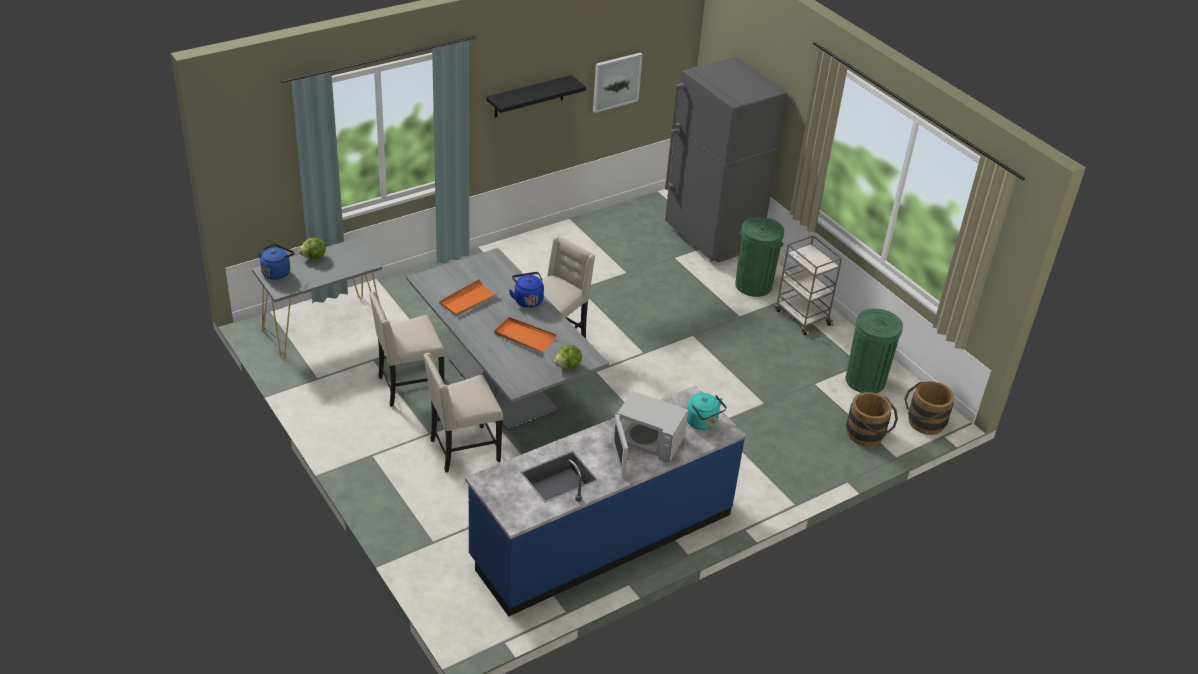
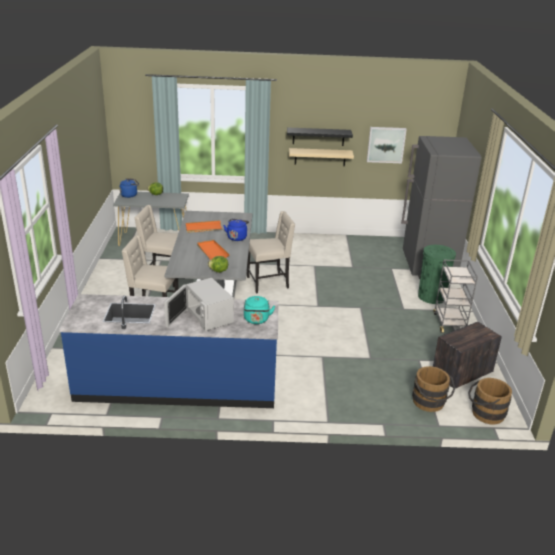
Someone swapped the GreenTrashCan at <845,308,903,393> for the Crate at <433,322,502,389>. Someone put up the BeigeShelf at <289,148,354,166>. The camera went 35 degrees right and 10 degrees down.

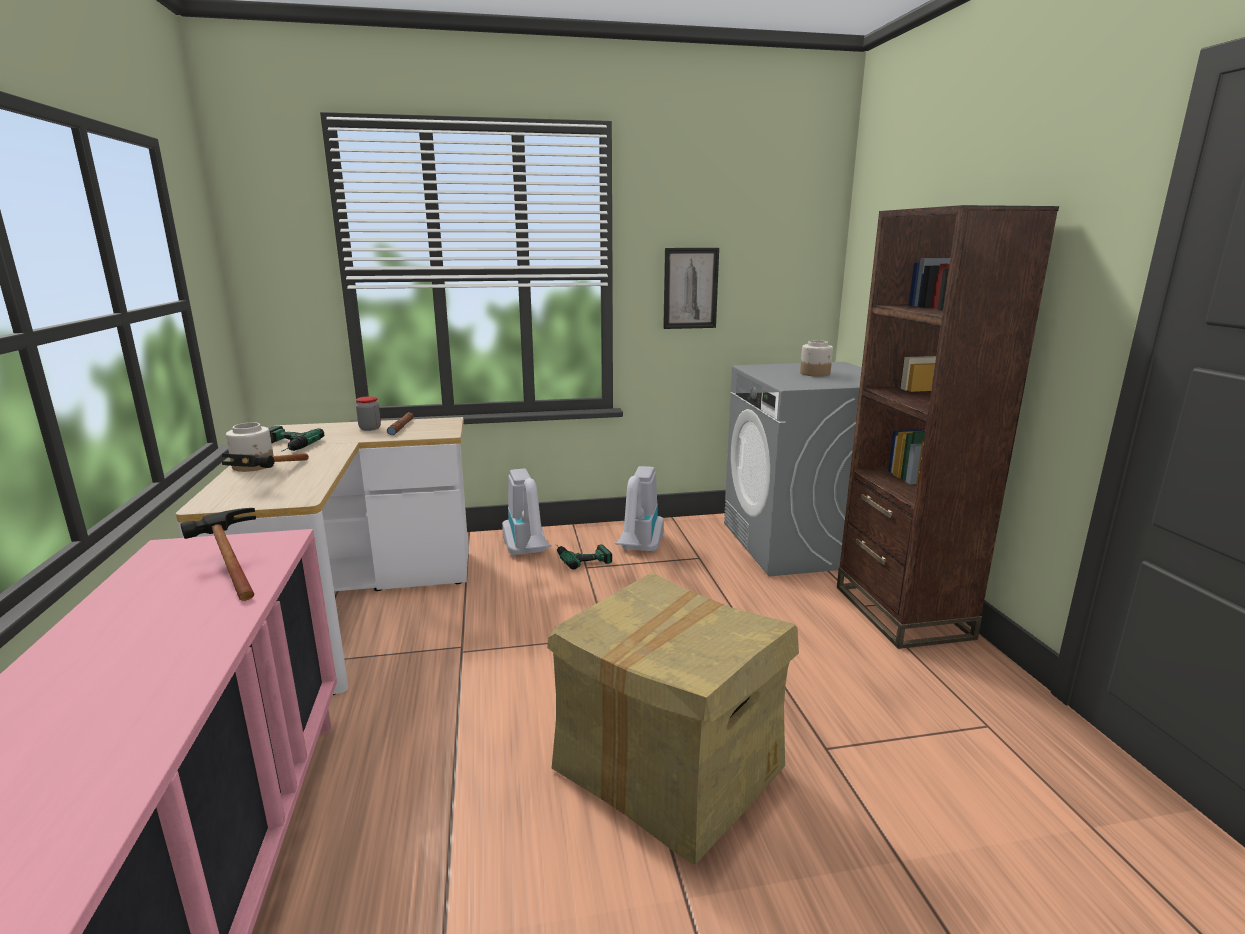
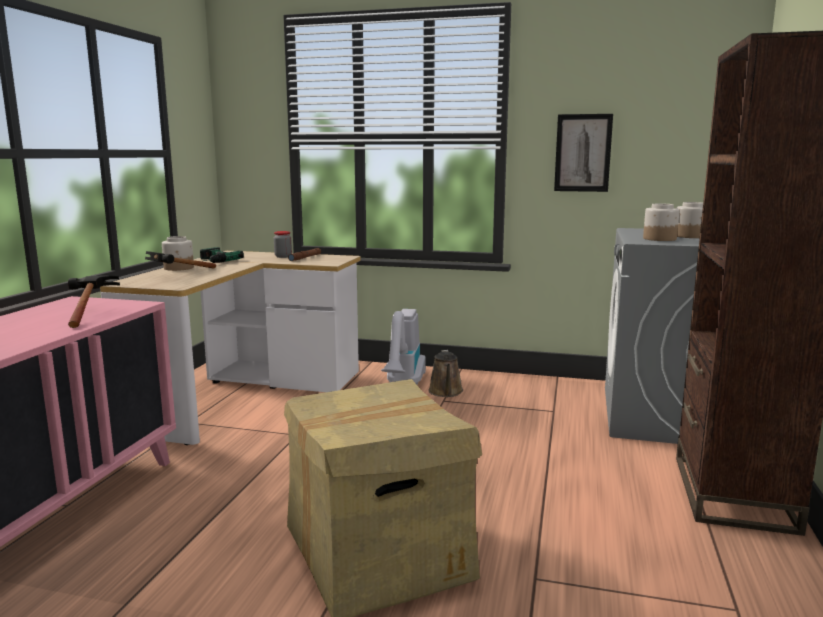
Someone swapped the PowerDrill at <556,545,612,570> for the BrownWateringCan at <428,350,463,397>. Someone took away the VacuumCleaner at <615,466,664,553>. Someone put down the Jar at <643,203,679,241>. The camera went 25 degrees right and 5 degrees down.

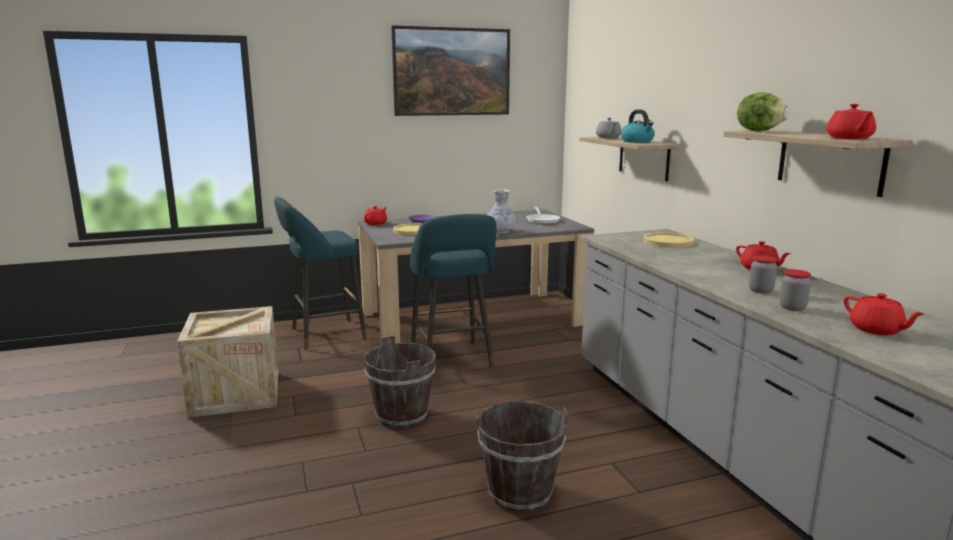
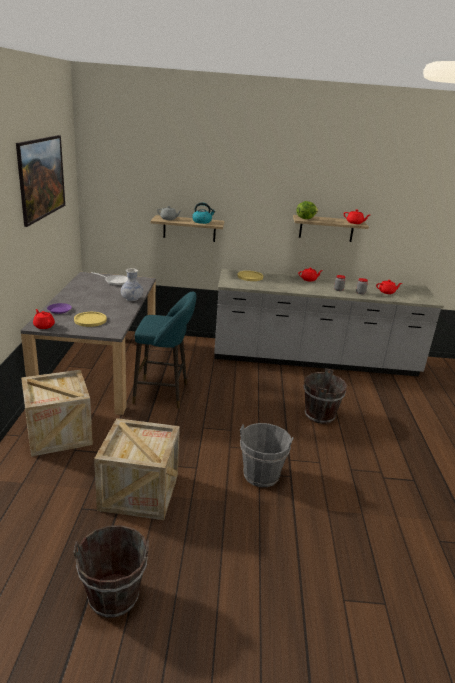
Someone swapped the TurquoiseStool at <274,197,367,350> for the Crate at <21,370,93,457>. Someone carried the BrownBucket from <364,335,436,428> to <73,525,149,618>. Someone put down the GreyBucket at <240,423,294,487>. The camera went 70 degrees left and 10 degrees up.

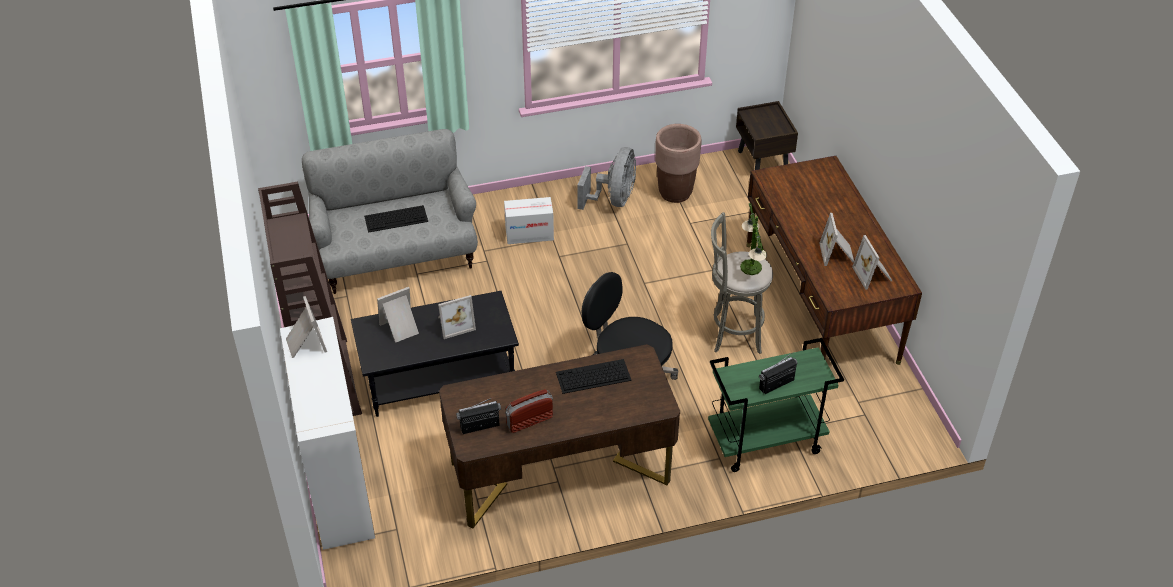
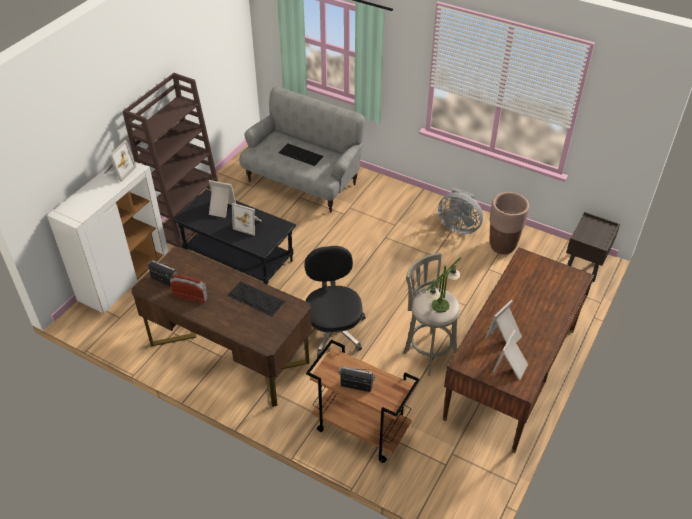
Someone took away the CardboardBox at <504,197,554,244>. Someone rotated the GreyFan at <577,147,636,210> by 60 degrees clockwise. Someone repainted the GreenCart at <708,338,844,472>, which became the BrownCart at <306,340,419,463>. The camera went 45 degrees right and 0 degrees up.

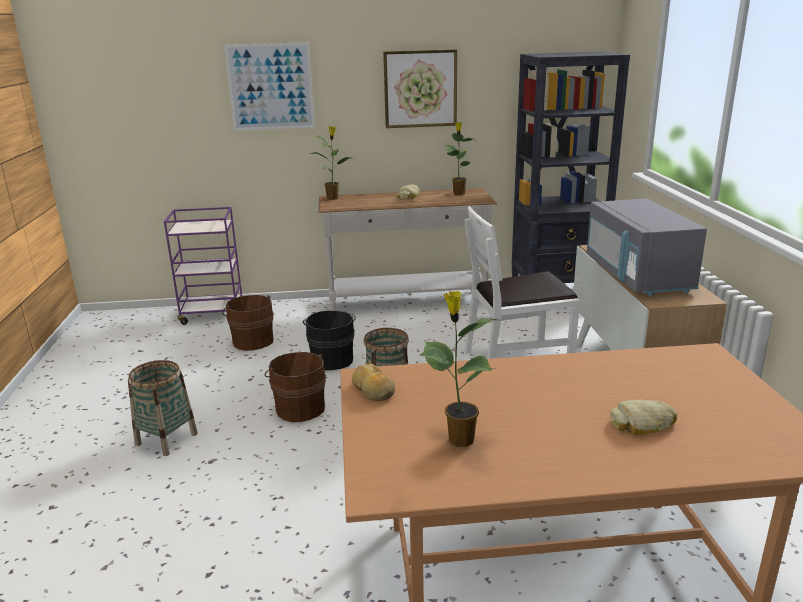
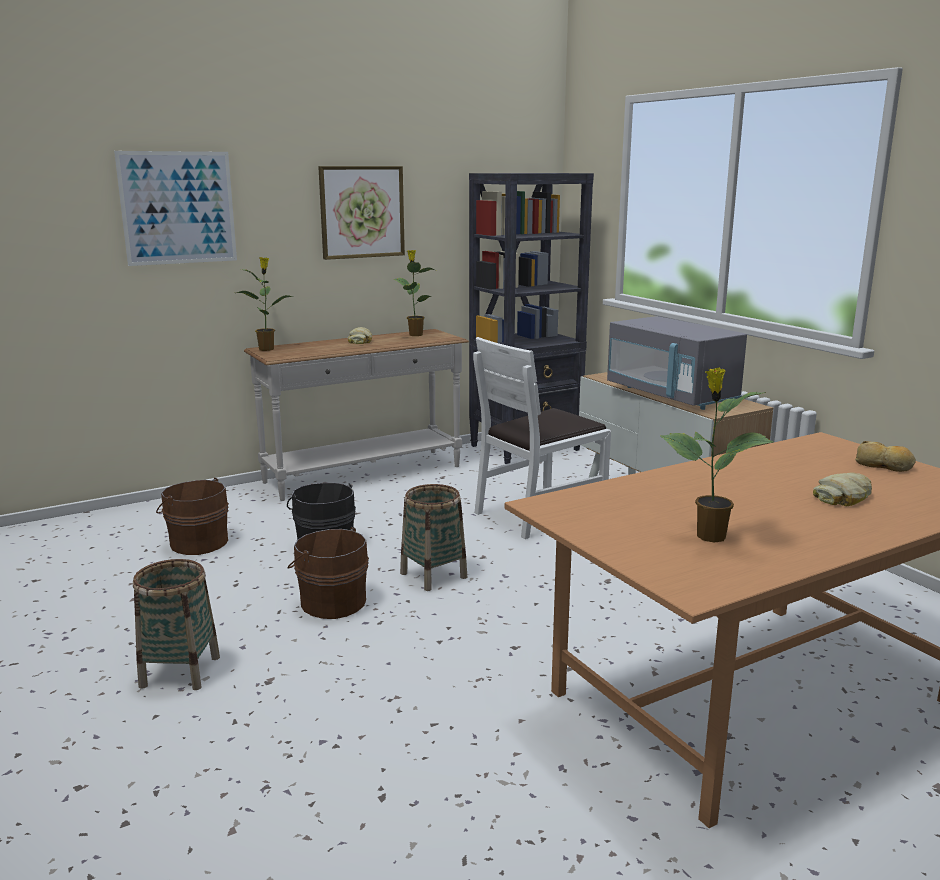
Someone took away the PurpleCart at <164,207,242,325>. Someone carried the Bread from <352,362,395,401> to <855,441,916,472>. The camera went 25 degrees left and 5 degrees down.

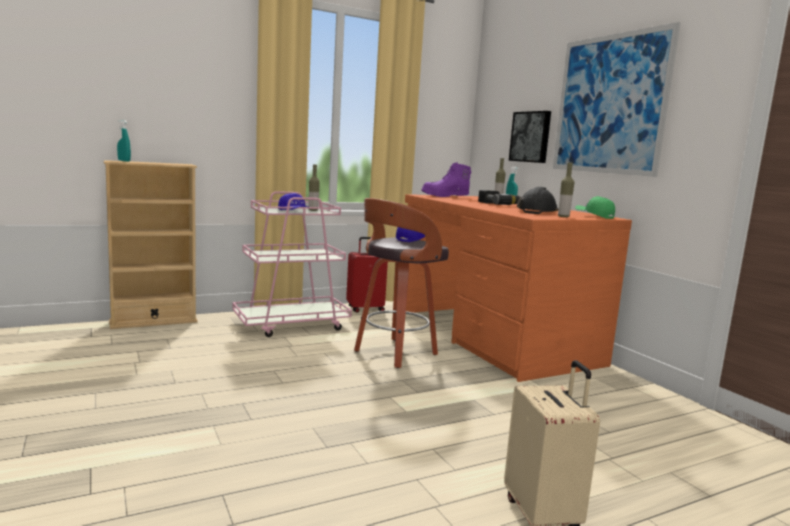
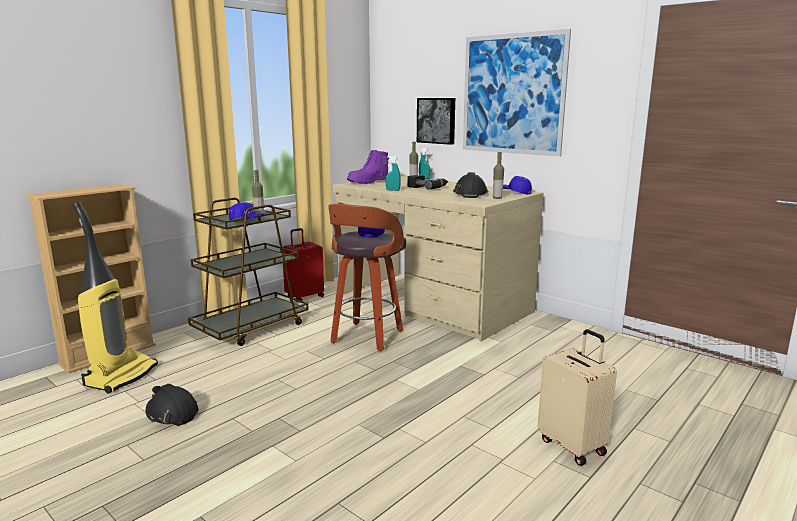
Someone carried the TurquoiseSprayBottle from <117,120,131,162> to <386,156,401,191>. Someone repainted the PinkCart at <232,191,352,337>, which became the BrownCart at <188,198,308,346>. Someone repainted the OrangeDesk at <405,194,632,382>, which became the BeigeDesk at <333,176,544,341>. Someone repainted the GreenCap at <575,196,615,219>, which became the BlueCap at <503,176,532,195>. Someone put down the VacuumCleaner at <73,202,158,394>. Someone put down the BlackHardHat at <146,384,199,426>. The camera went 20 degrees left and 5 degrees up.

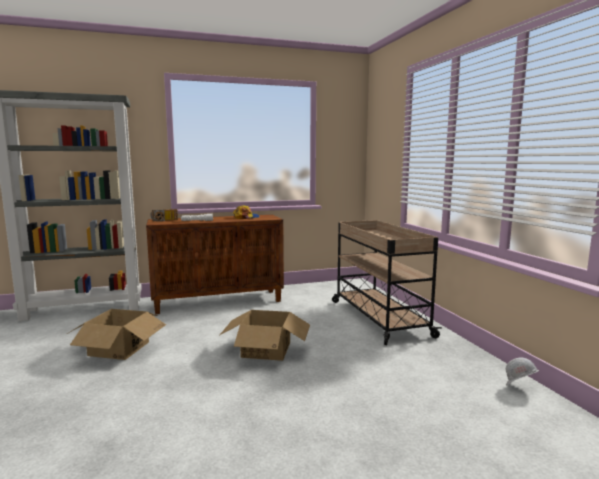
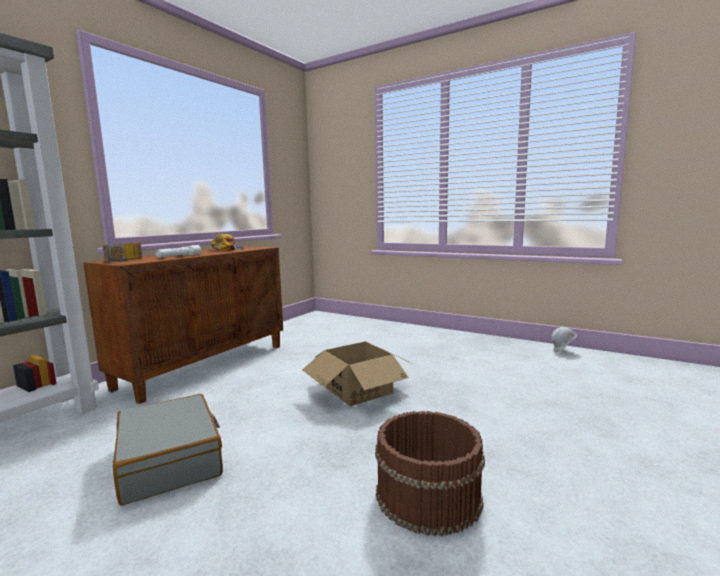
Someone swapped the CardboardBox at <67,309,166,360> for the GreySuitcase at <113,394,223,505>. Someone took away the BeigeCart at <332,220,442,345>. Someone put down the BrownBucket at <375,411,485,537>. The camera went 40 degrees left and 0 degrees up.

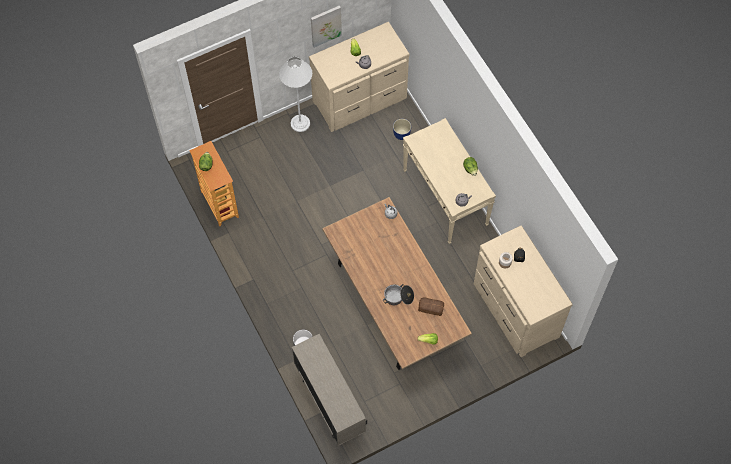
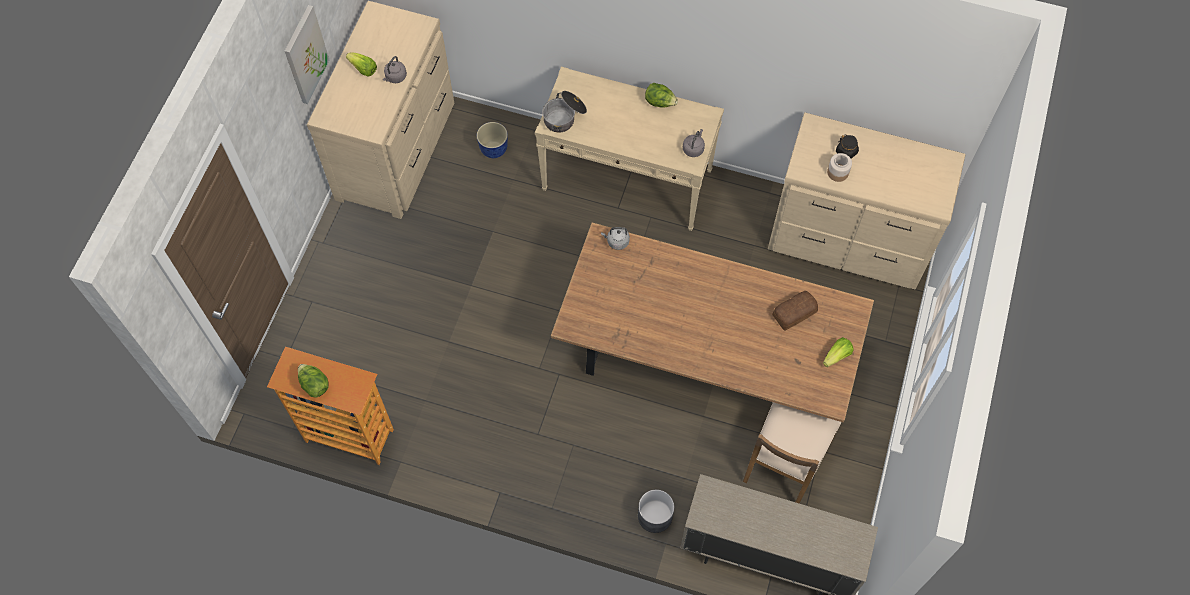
Someone took away the WhiteFloorLamp at <279,56,312,132>. Someone carried the CookingPot from <383,284,414,305> to <542,91,587,132>. Someone put down the BrownChair at <743,402,841,504>. The camera went 45 degrees left and 0 degrees up.

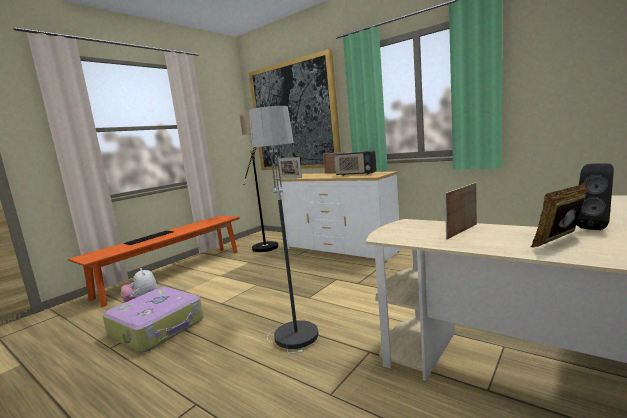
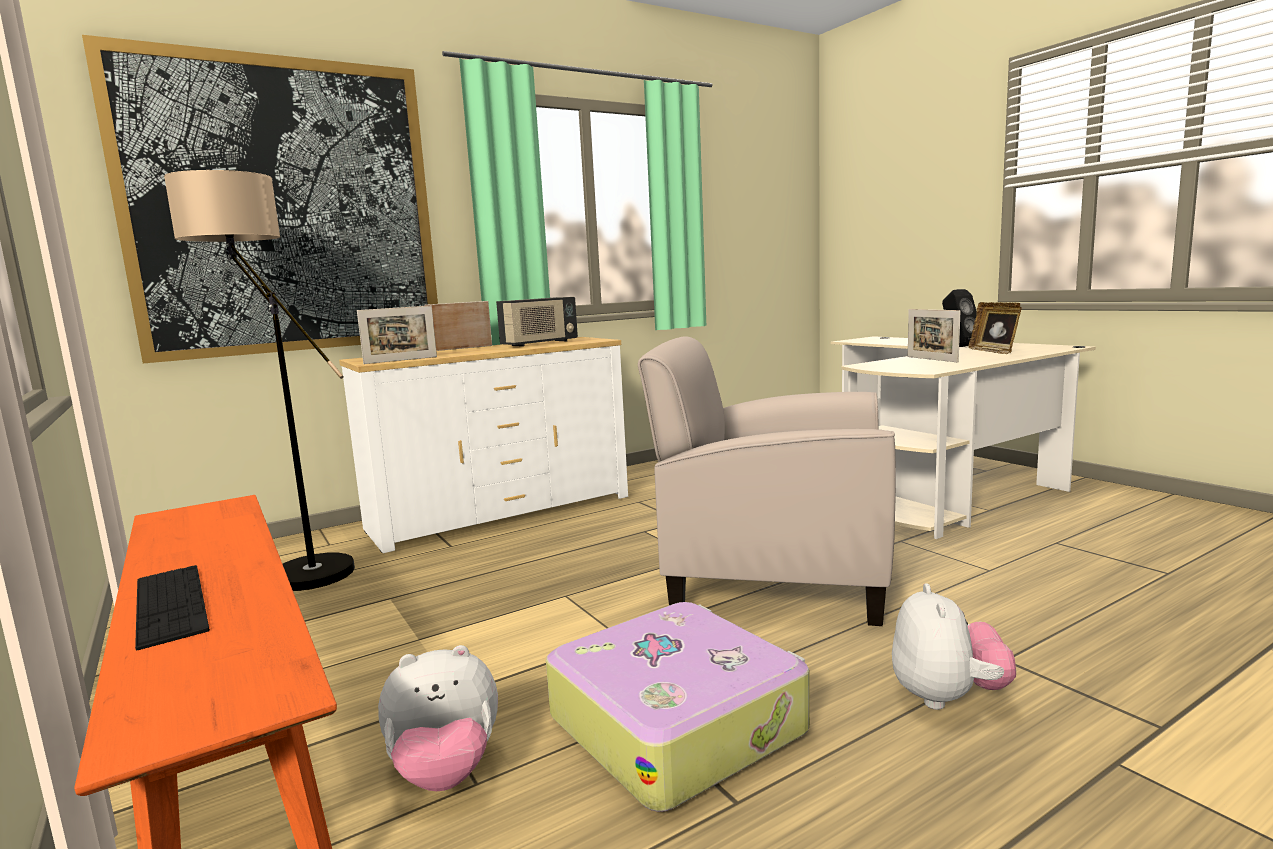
Someone swapped the FloorLamp at <249,106,319,353> for the BeigeArmchair at <638,336,896,626>. Someone put down the PlushToy at <892,583,1016,710>. The camera went 70 degrees left and 0 degrees up.

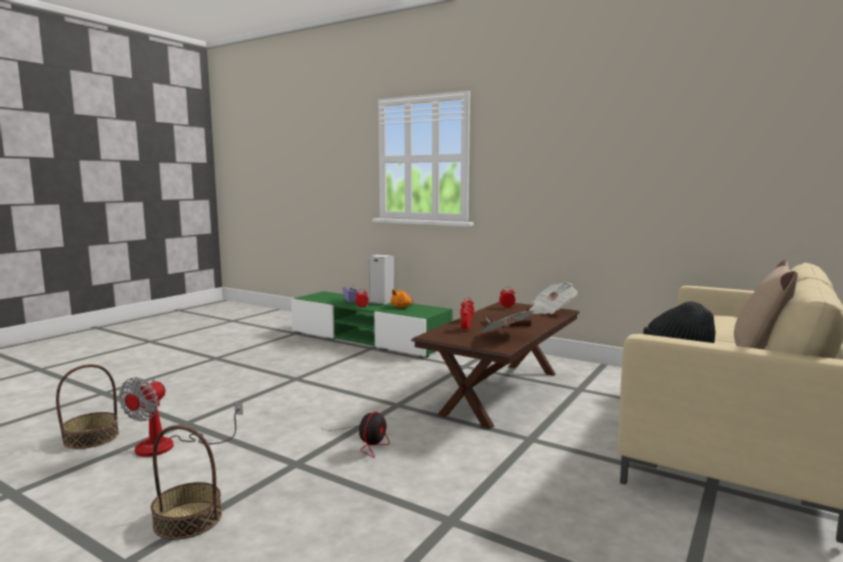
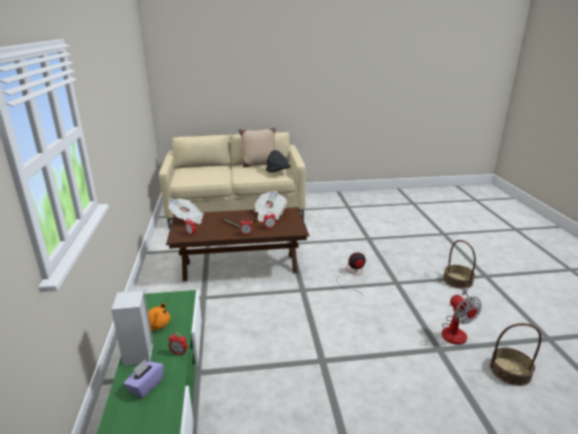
Someone rotated the Fan at <118,377,243,457> by 90 degrees clockwise. The camera went 130 degrees left and 15 degrees up.

